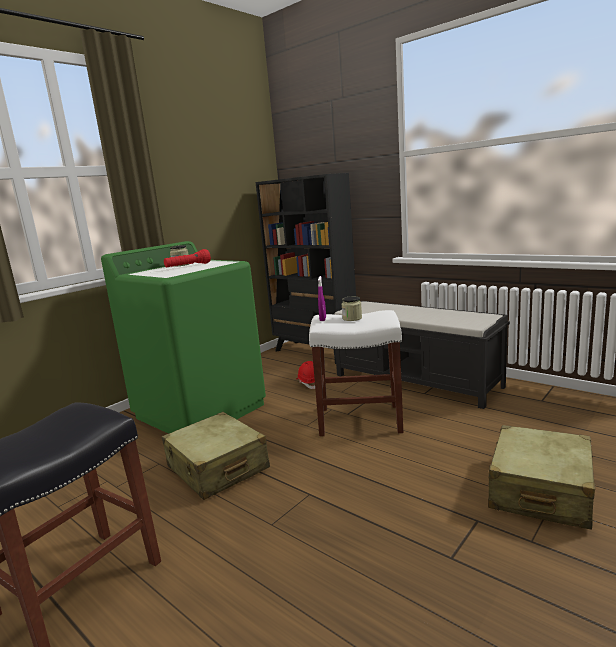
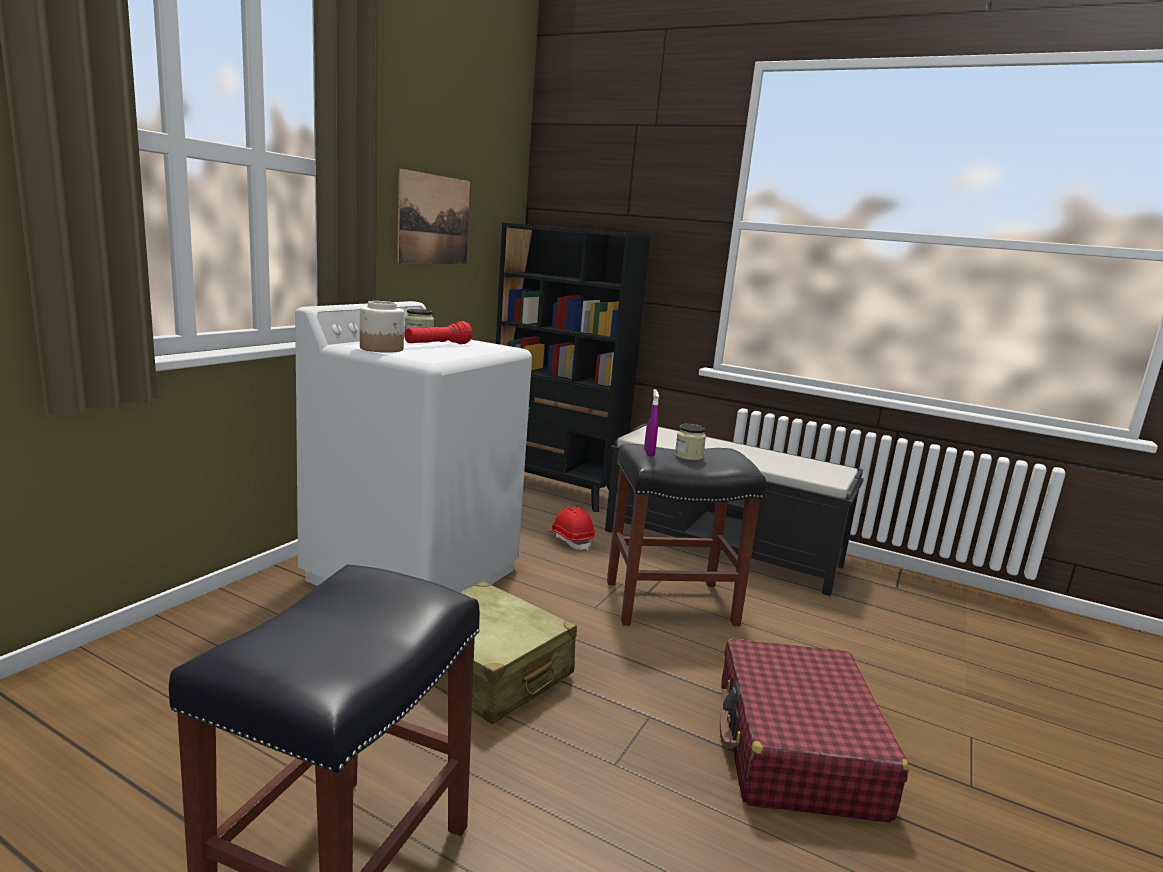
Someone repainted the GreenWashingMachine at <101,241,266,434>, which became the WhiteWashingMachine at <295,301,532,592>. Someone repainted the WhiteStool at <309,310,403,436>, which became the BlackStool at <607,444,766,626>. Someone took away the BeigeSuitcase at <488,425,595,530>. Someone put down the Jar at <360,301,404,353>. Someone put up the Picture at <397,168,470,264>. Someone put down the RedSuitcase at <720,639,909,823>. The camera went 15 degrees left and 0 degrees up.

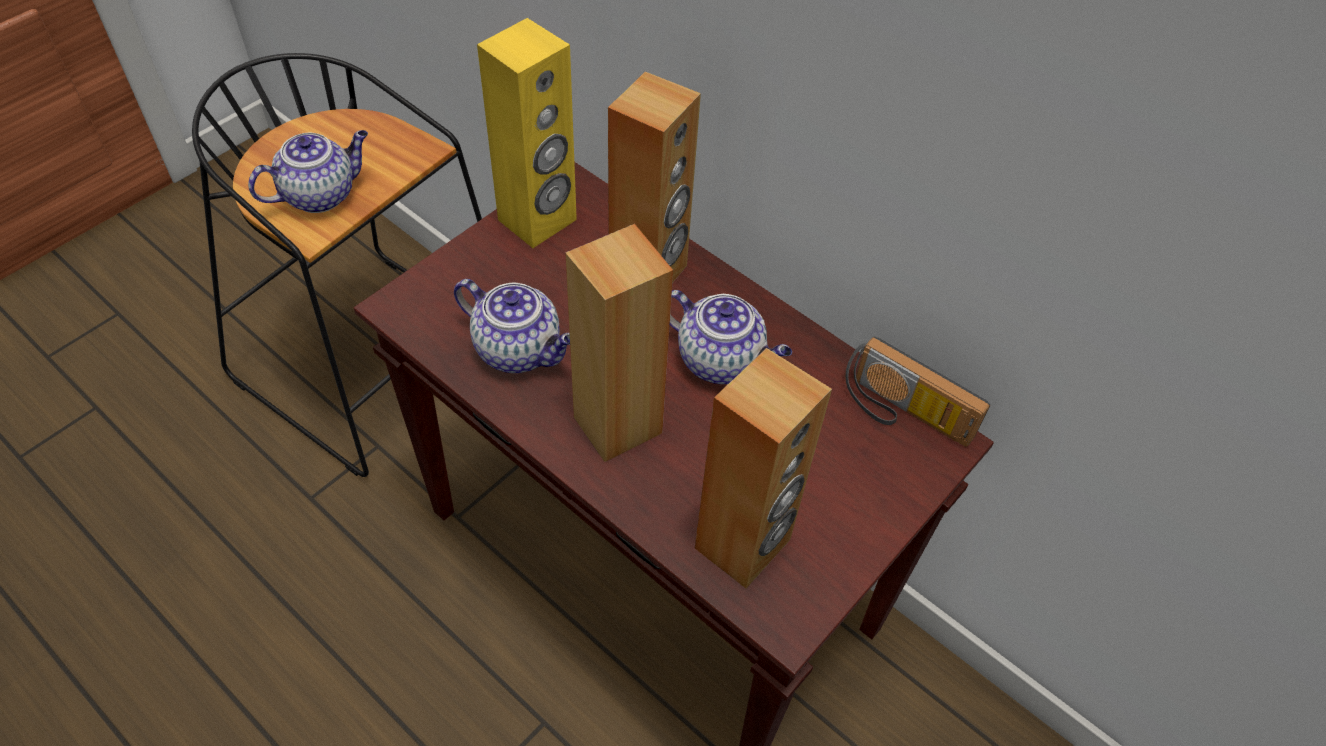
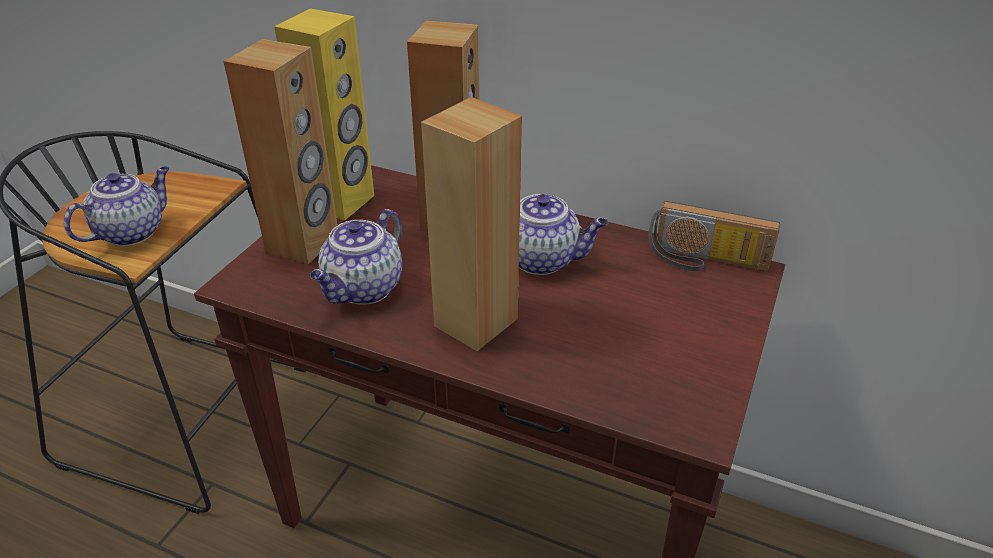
Someone rotated the Teapot at <454,279,570,373> by 105 degrees clockwise. Someone carried the BrownSpeaker from <695,348,832,588> to <223,39,338,264>. The camera went 15 degrees left and 15 degrees down.

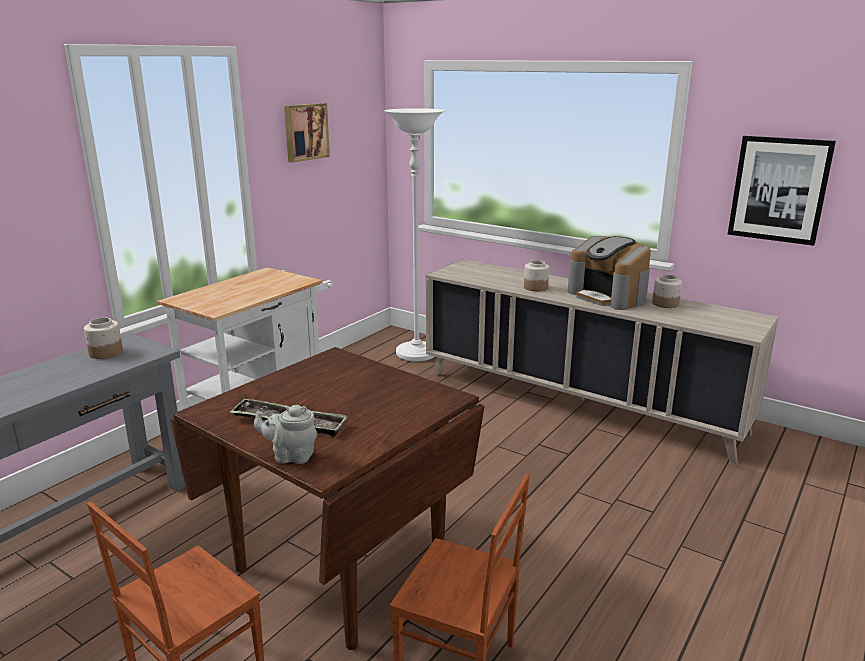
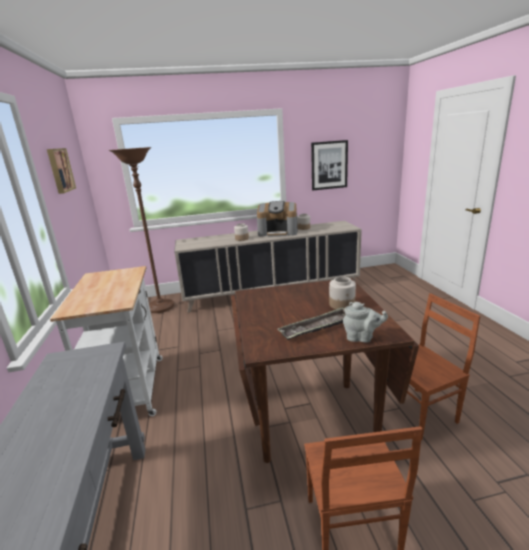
Someone carried the Jar from <84,317,123,359> to <329,276,356,309>. Someone rotated the GreyTeapot at <254,405,317,464> by 120 degrees counterclockwise. Someone repainted the WhiteFloorLamp at <384,108,445,362>, which became the BrownFloorLamp at <109,147,174,313>. The camera went 45 degrees left and 0 degrees up.

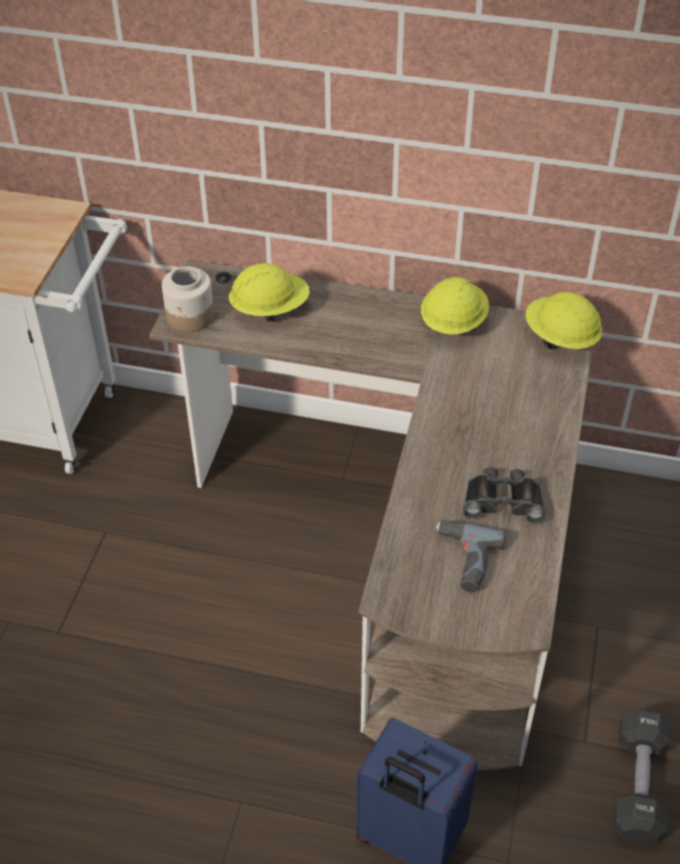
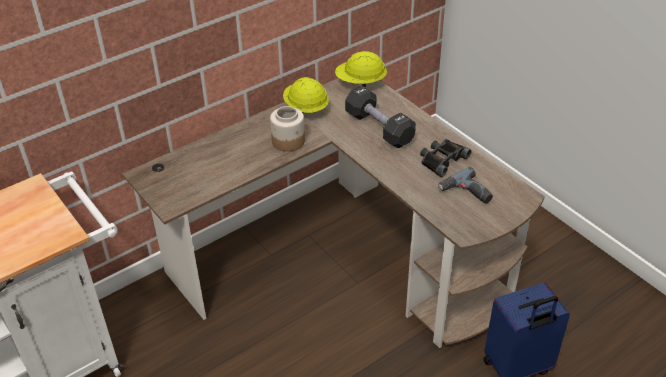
Someone carried the Jar from <162,266,214,332> to <270,106,305,152>. Someone took away the YellowHardHat at <229,263,310,322>. Someone carried the BlackDumbbell from <612,708,671,846> to <345,85,416,148>. The camera went 50 degrees left and 5 degrees down.

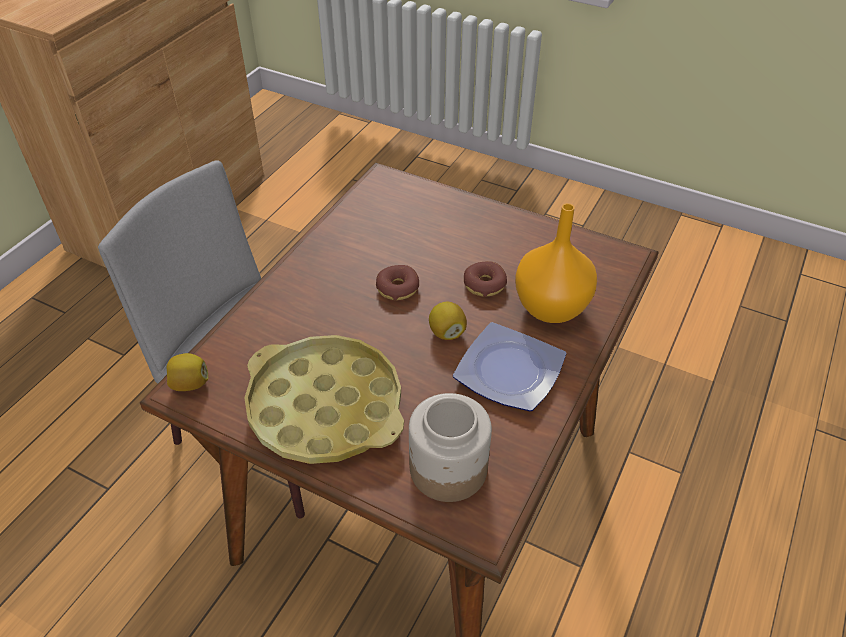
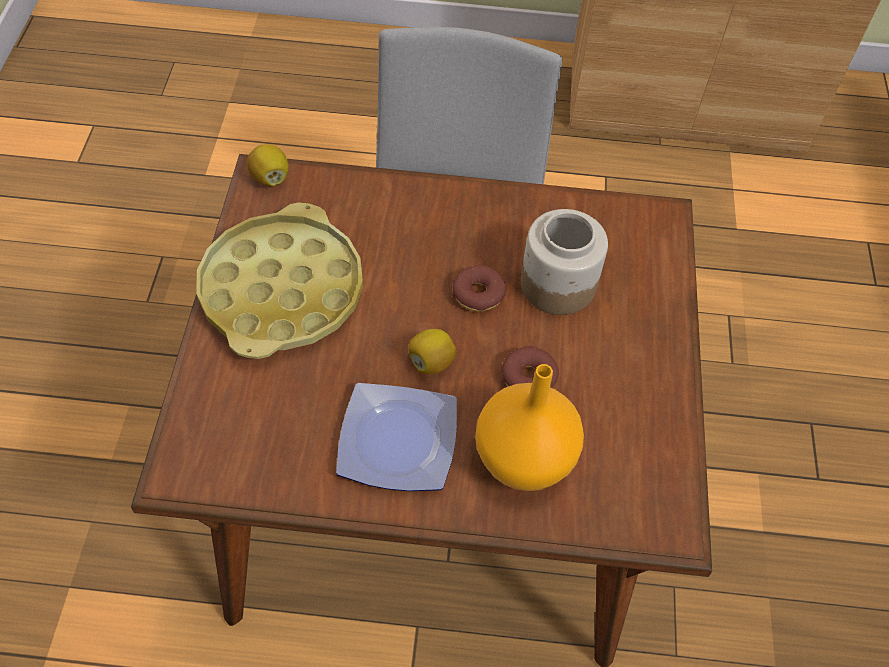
Someone carried the Jar from <409,393,492,502> to <520,209,608,315>. The camera went 65 degrees right and 10 degrees up.

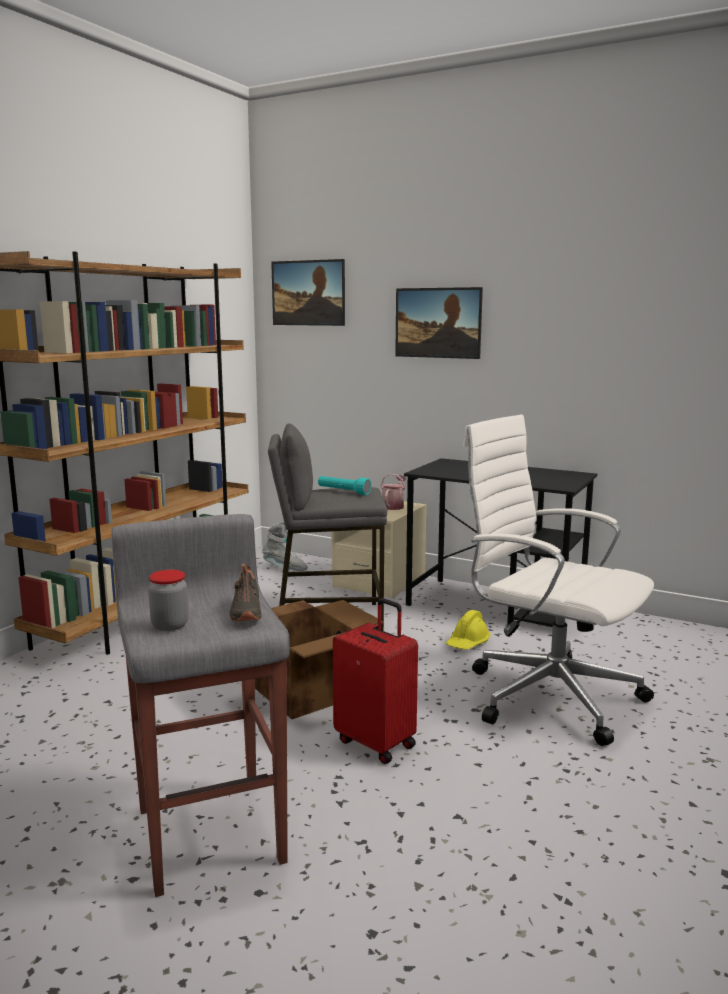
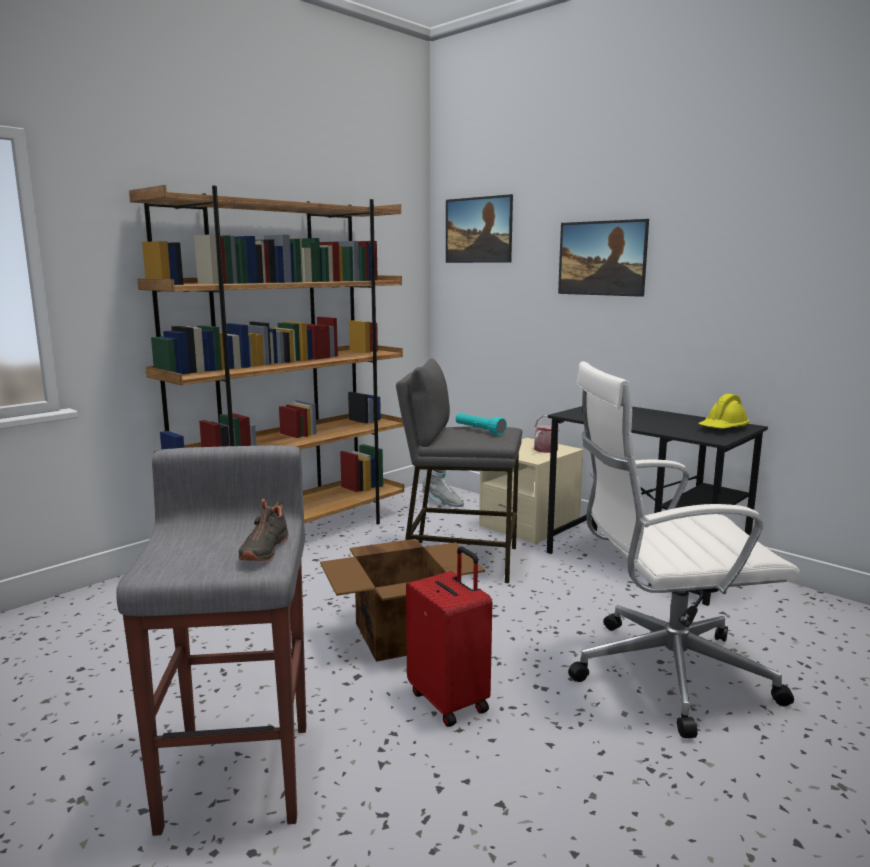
Someone took away the Jar at <148,570,189,631>. Someone carried the YellowHardHat from <446,610,491,650> to <698,394,750,429>. Someone rotated the WhiteOfficeChair at <463,414,654,746> by 60 degrees counterclockwise. The camera went 15 degrees right and 0 degrees up.

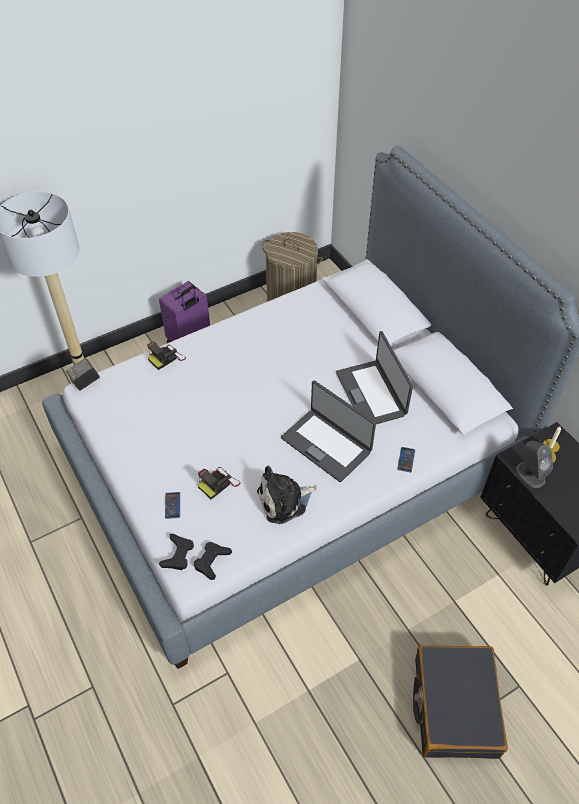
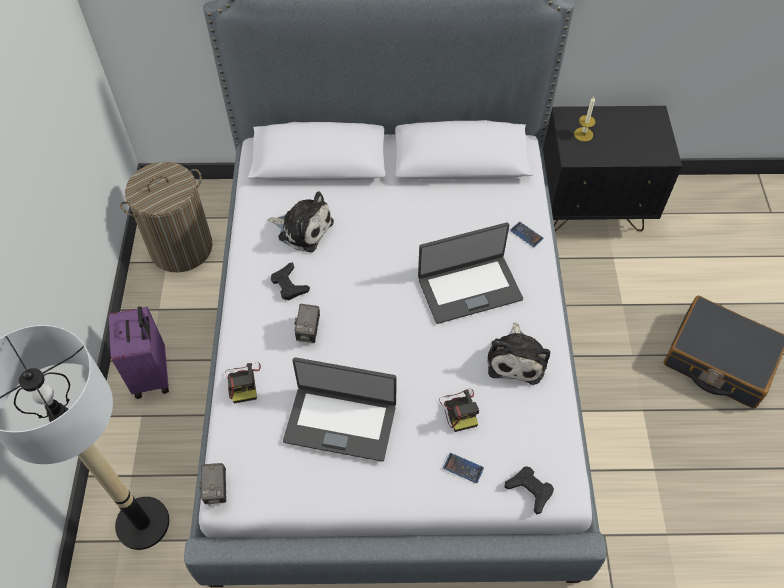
Someone carried the BlackGameController from <194,542,232,580> to <271,262,310,300>. Someone carried the Laptop from <336,331,413,424> to <283,357,397,462>. Someone took away the GreySpeaker at <516,440,553,488>. Someone put down the PlushToy at <268,191,334,252>. Someone put down the PhotoCamera at <294,304,320,343>. The camera went 60 degrees left and 5 degrees up.

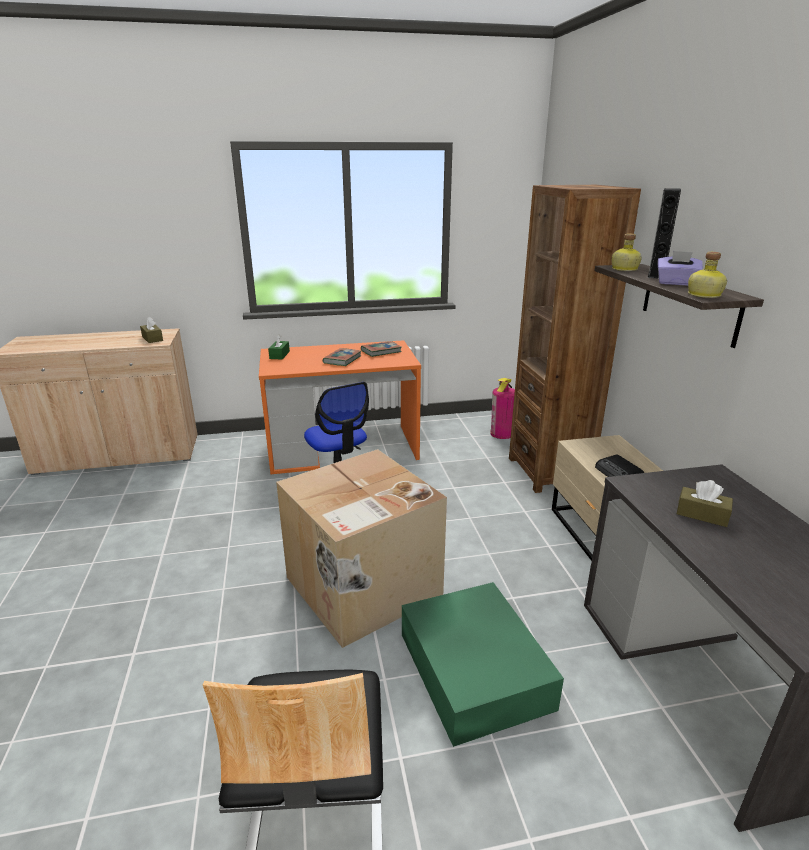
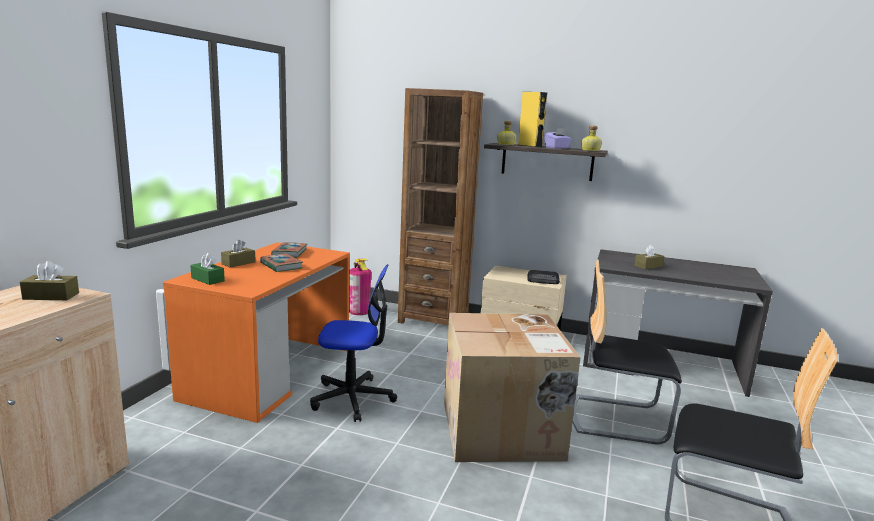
Someone swapped the GreenStorageBox at <402,582,564,747> for the Chair at <572,260,682,445>. Someone repainted the BlackSpeaker at <648,188,681,279>, which became the YellowSpeaker at <518,92,547,147>. Someone put down the BrownTissueBox at <221,240,255,268>. The camera went 60 degrees left and 10 degrees down.

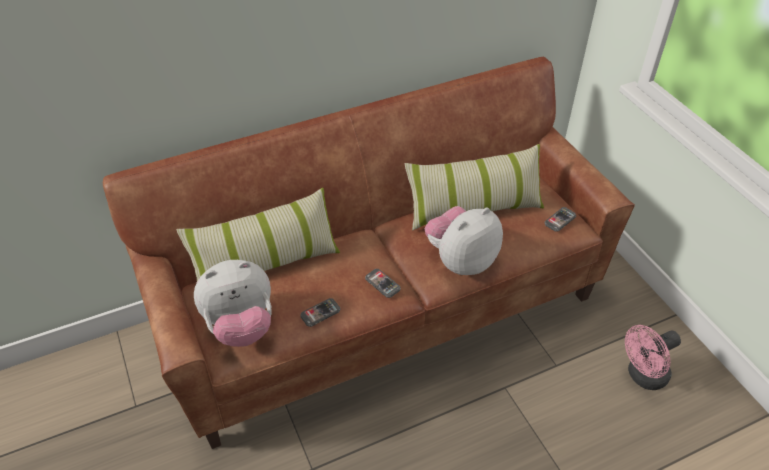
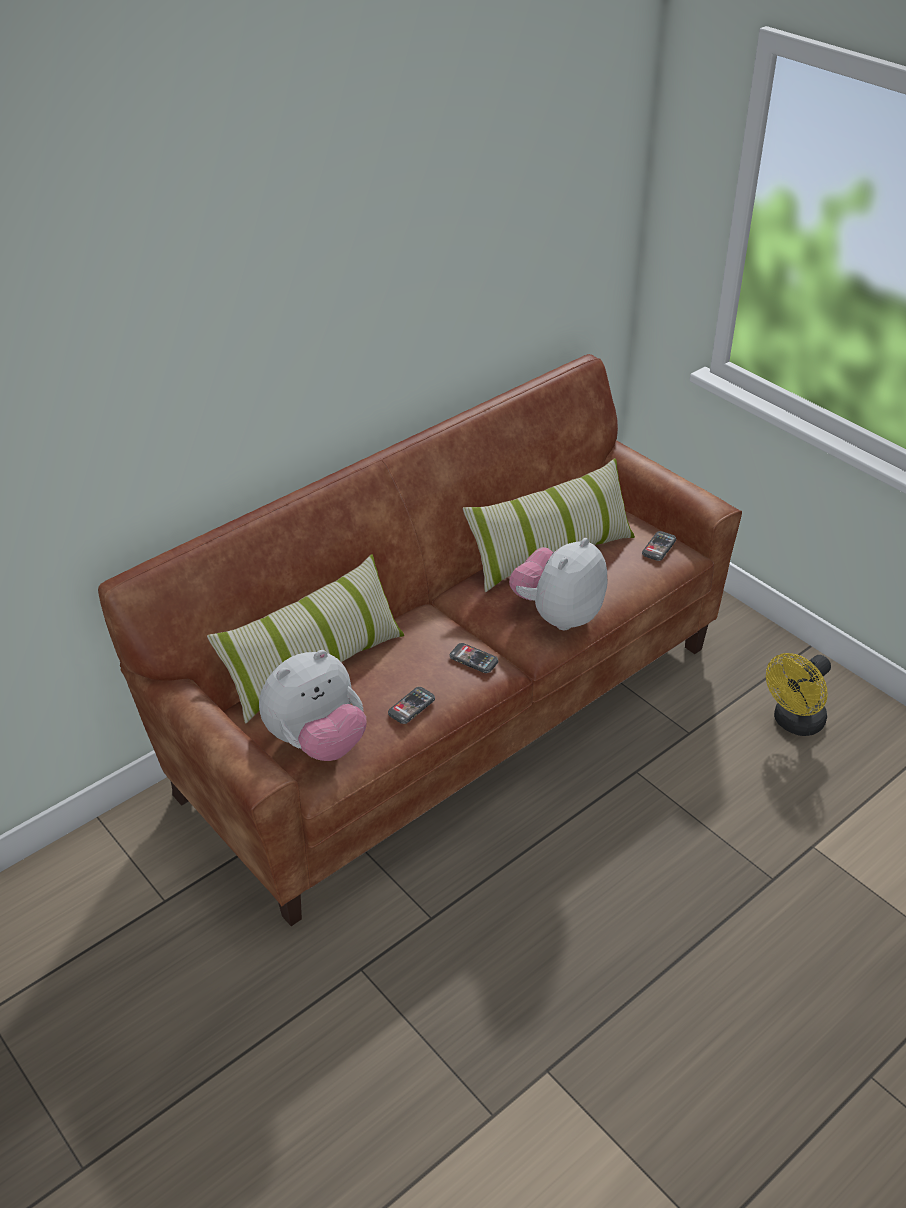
Someone repainted the PinkFan at <625,325,681,390>, which became the YellowFan at <766,653,831,736>. The camera went 15 degrees left and 5 degrees down.

